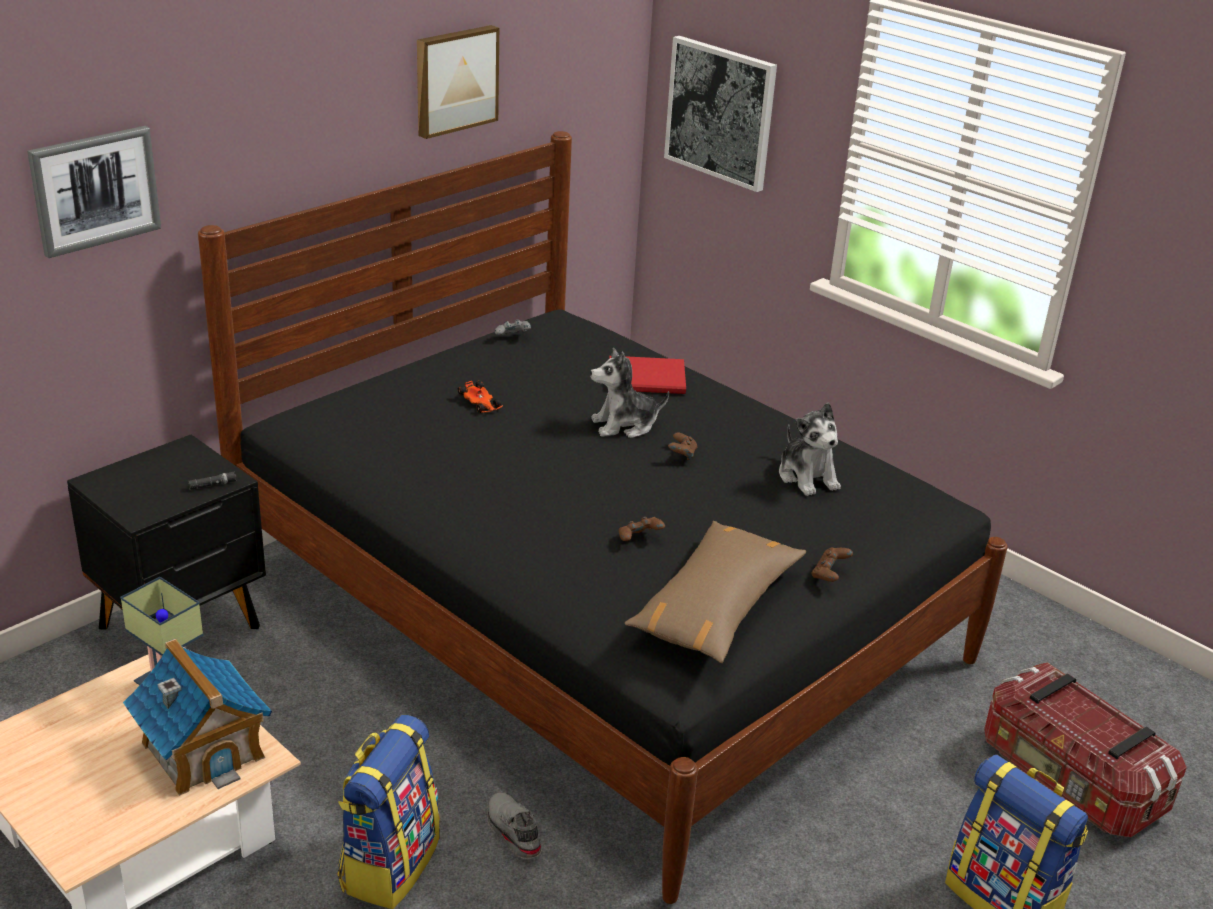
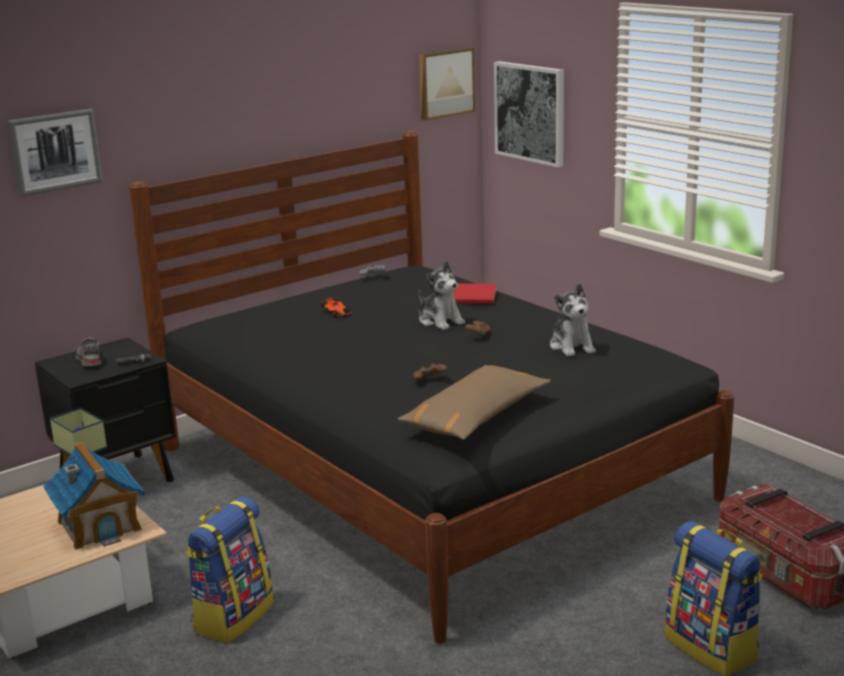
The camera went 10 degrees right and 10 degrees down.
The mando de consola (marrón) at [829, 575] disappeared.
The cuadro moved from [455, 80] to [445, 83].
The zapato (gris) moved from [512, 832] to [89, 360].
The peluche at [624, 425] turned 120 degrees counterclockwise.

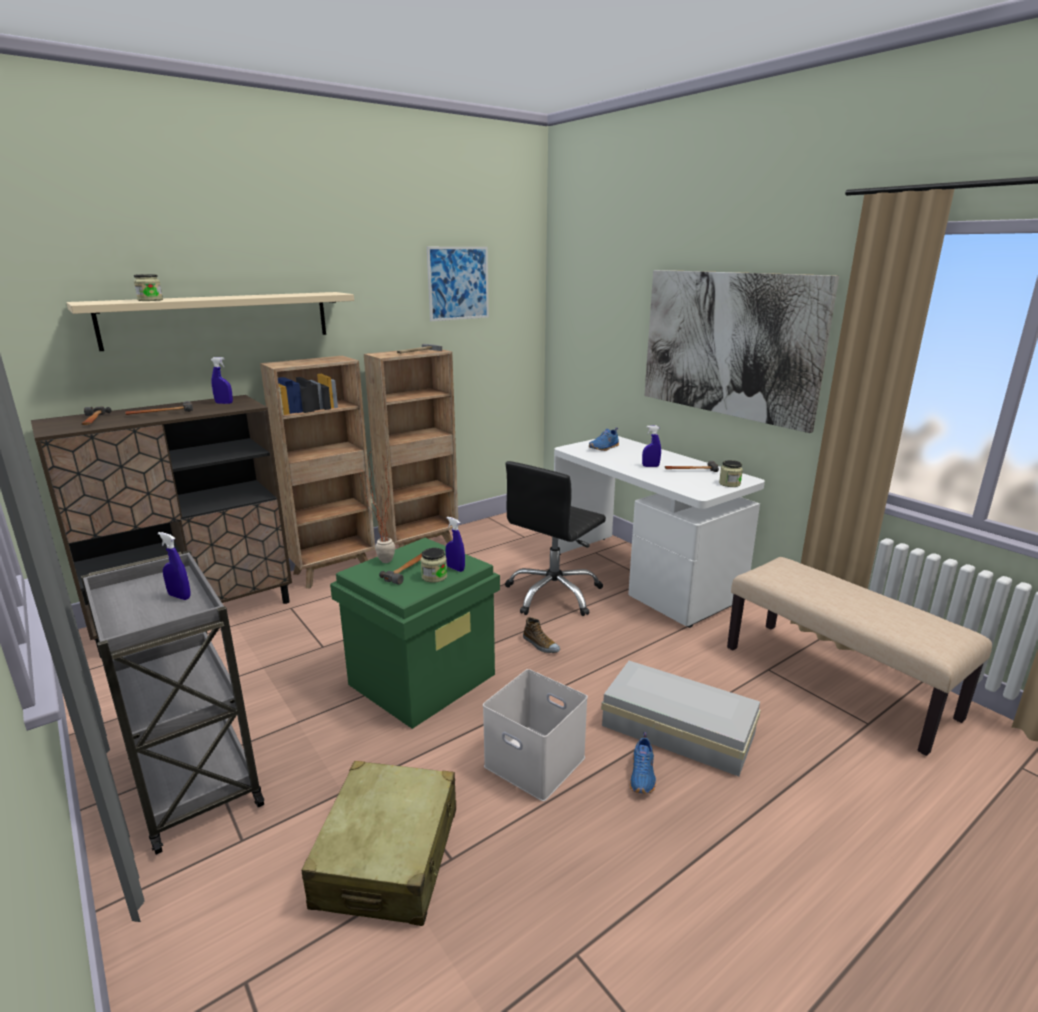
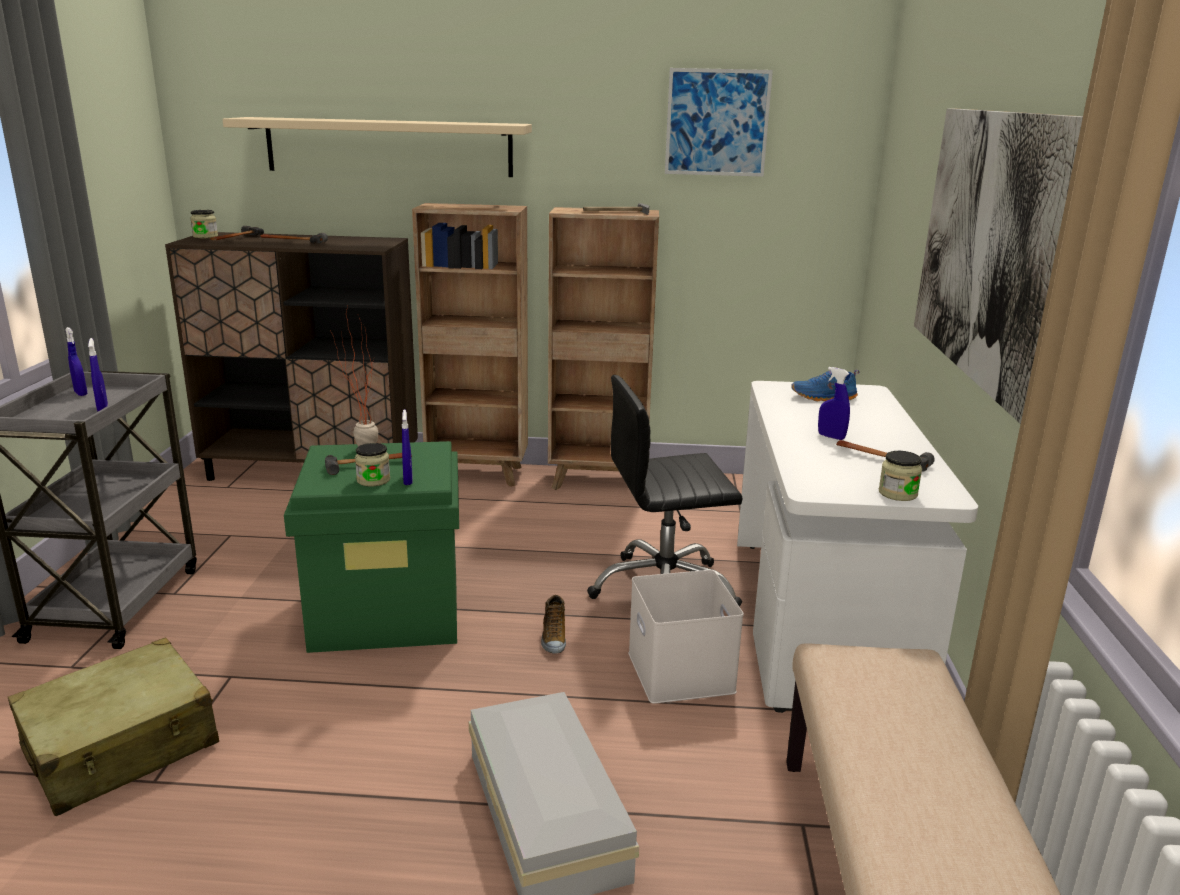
The camera went 40 degrees right and 0 degrees up.
The zapato (azul) at [643, 775] disappeared.
The tarro moved from [150, 300] to [205, 236].
The pulverizador (azul) moved from [224, 403] to [81, 393].
The caja de almacenaje (blanco) moved from [532, 762] to [678, 671].

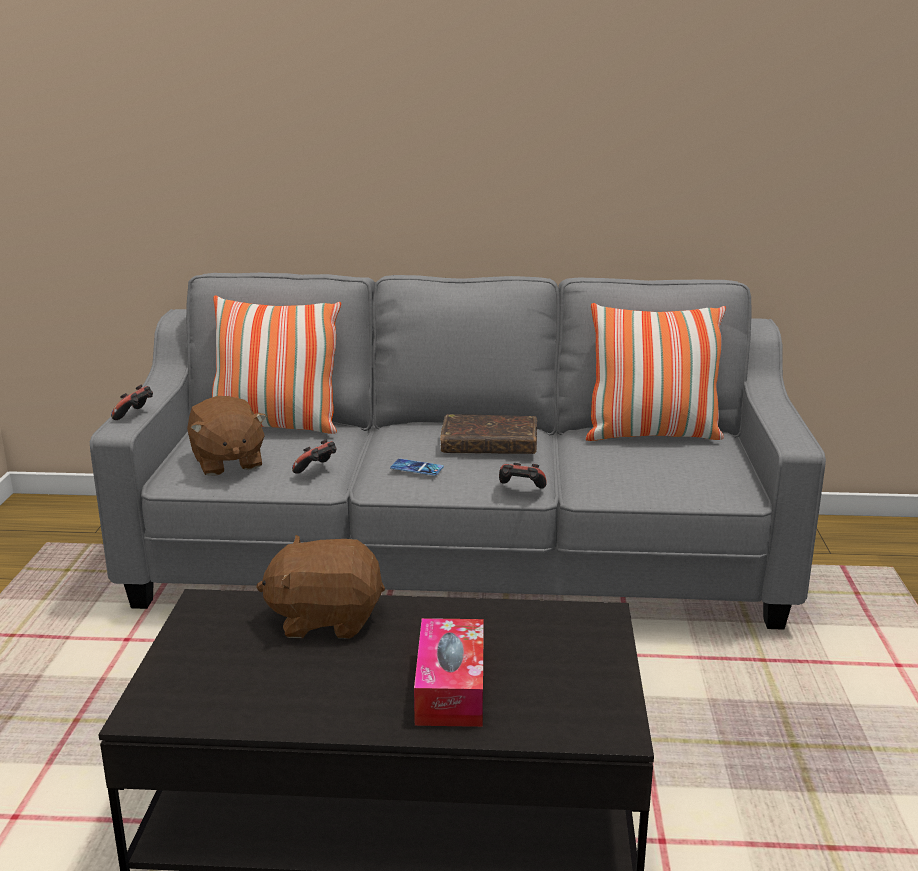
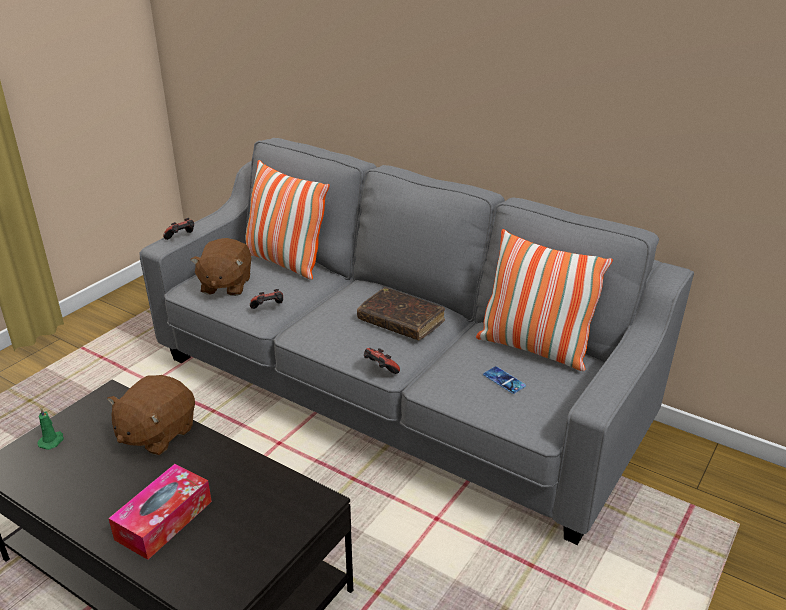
The camera went 30 degrees right and 10 degrees up.
The vela (verde) at [52, 441] appeared.
The móvil moved from [417, 468] to [504, 380].
The peluche (marrón) at [325, 619] turned 90 degrees counterclockwise.

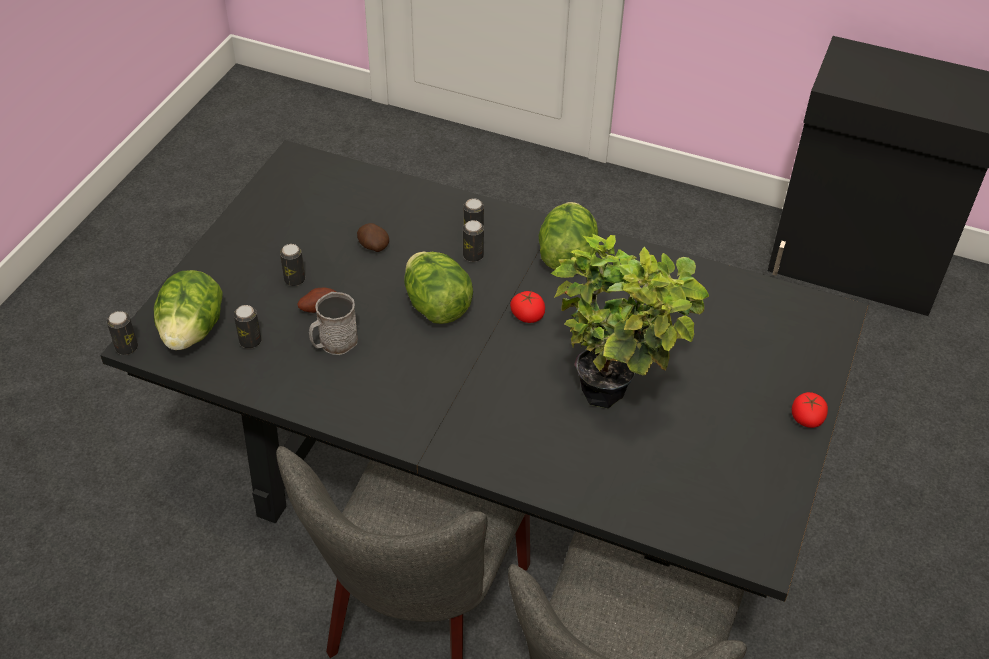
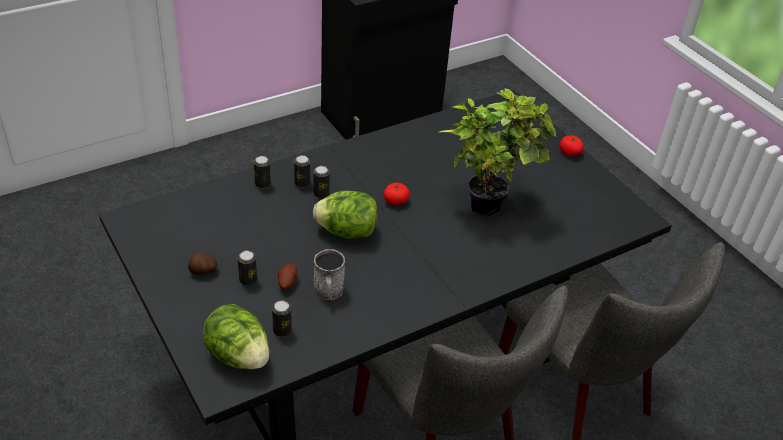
The camera went 55 degrees left and 5 degrees down.
The lechuga at [566, 257] disappeared.
The lata moved from [127, 348] to [262, 184].
The patata moved from [373, 246] to [203, 271].

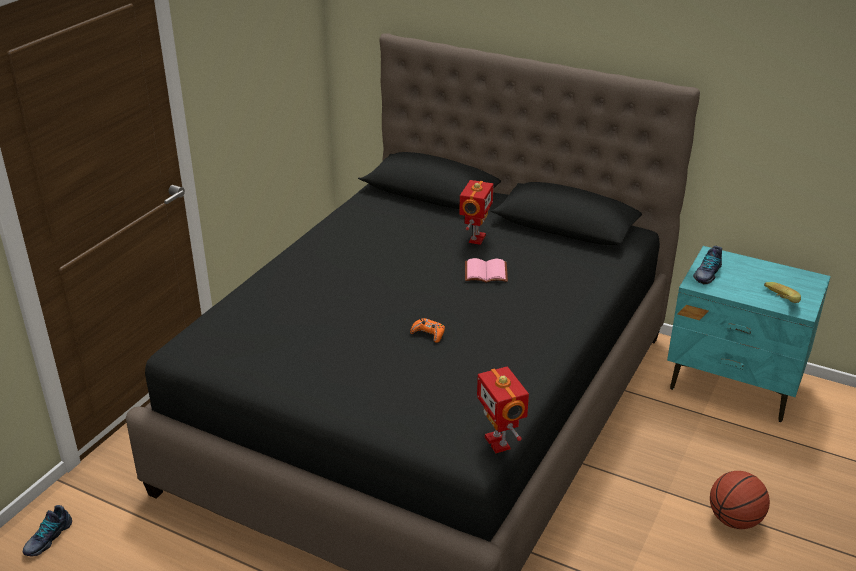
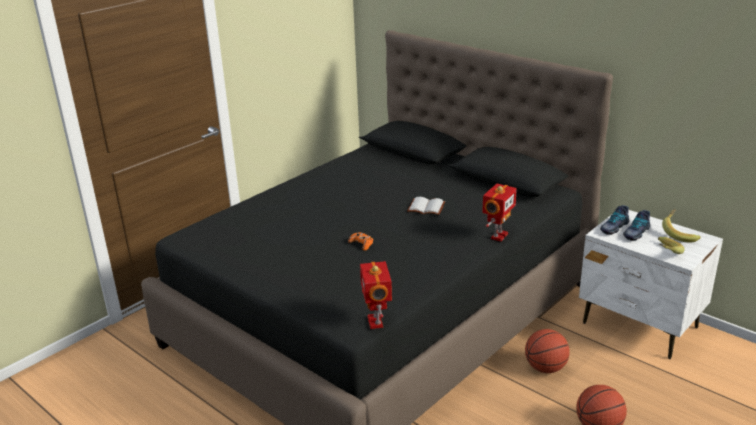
The camera went 15 degrees right and 5 degrees down.
The balón de baloncesto at [545, 368] appeared.
The plátano at [679, 234] appeared.
The zapato moved from [47, 538] to [636, 232].
The robot de juguete moved from [475, 238] to [498, 236].
The libro (rosa) at [485, 273] became the libro (blanco) at [425, 208].
The mesita de noche (turquesa) at [734, 384] became the mesita de noche (blanco) at [640, 325].

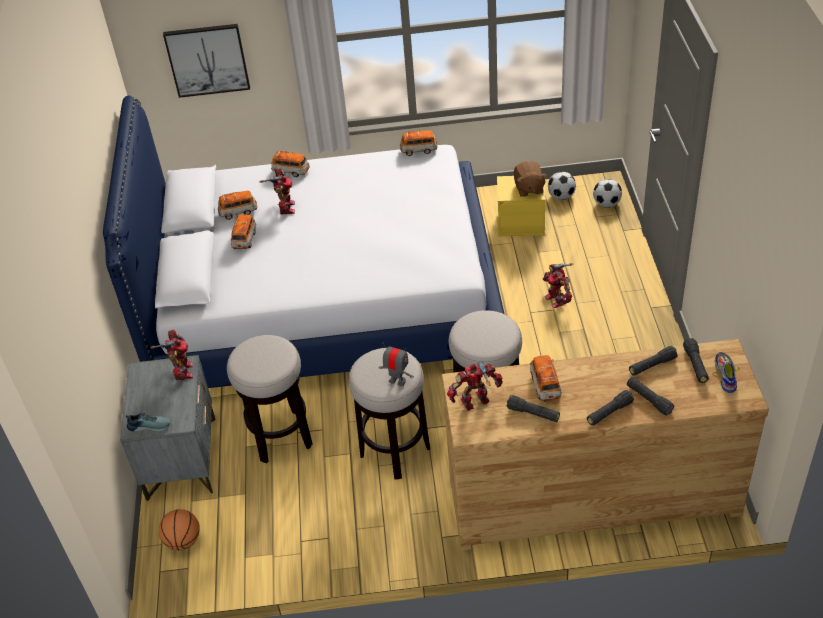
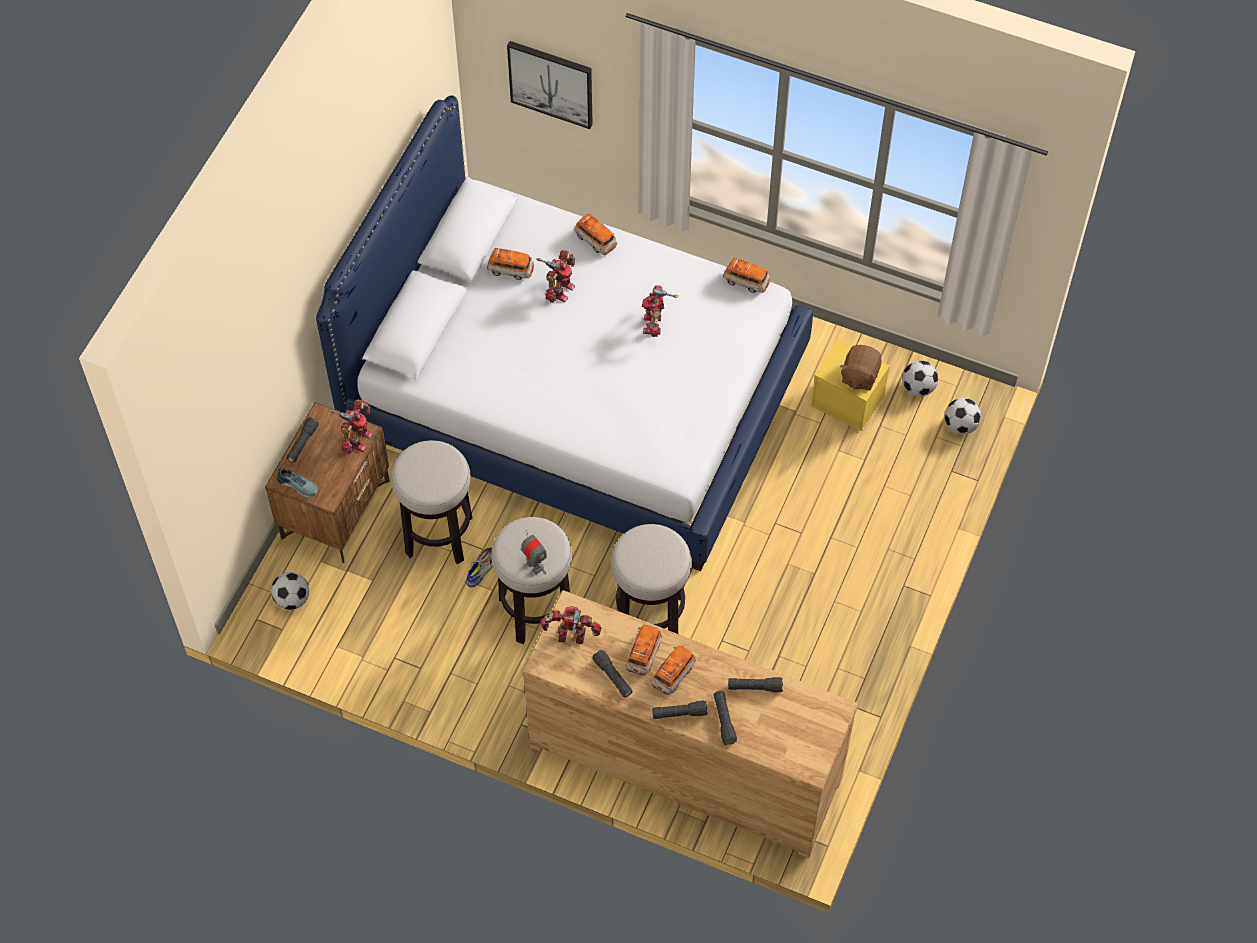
The camera went 25 degrees right and 15 degrees up.
The coche de juguete moved from [244, 239] to [673, 674].
The robot de juguete moved from [557, 299] to [654, 324].
The linterna (negro) moved from [695, 365] to [302, 443].
The zapato moved from [725, 374] to [481, 568].
The balón de baloncesto at [183, 541] was replaced by the balón de fútbol at [292, 599].
The mesita de noche (gris) at [181, 458] became the mesita de noche (marrón) at [335, 509].

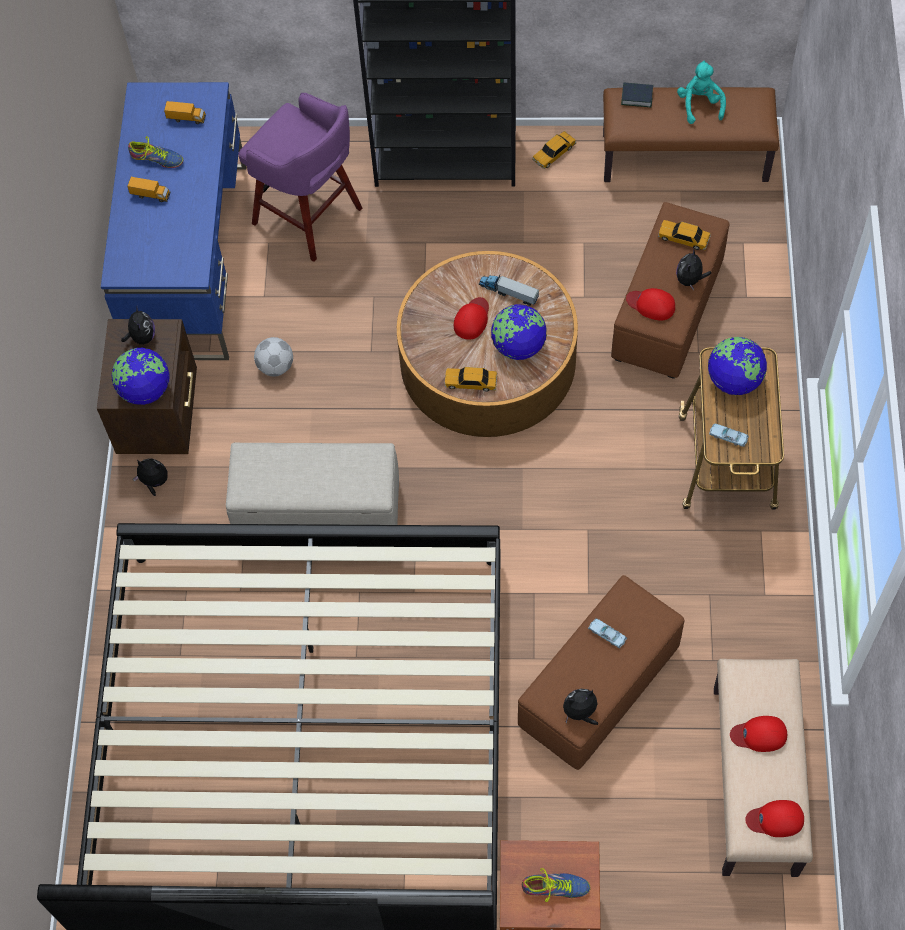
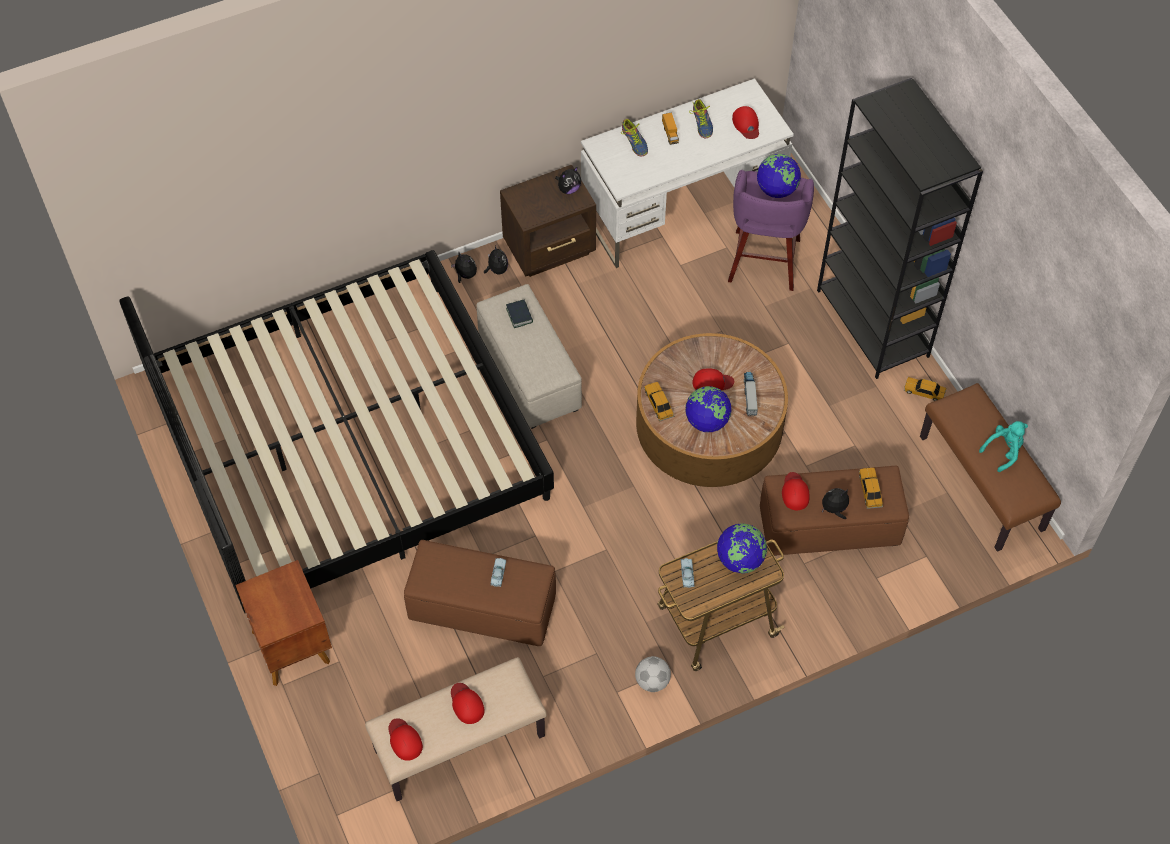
The camera went 60 degrees right and 5 degrees down.
The globo terráqueo moved from [145, 390] to [776, 189].
The balón de fútbol moved from [275, 366] to [652, 681].
The zapato moved from [555, 887] to [634, 142].
The peluche moved from [580, 712] to [465, 275].
The libro moved from [636, 97] to [519, 315].
The camión de juguete at [186, 118] was replaced by the gorra (rojo) at [746, 124].
The escritorio (azul) at [189, 259] became the escritorio (blanco) at [683, 208].

